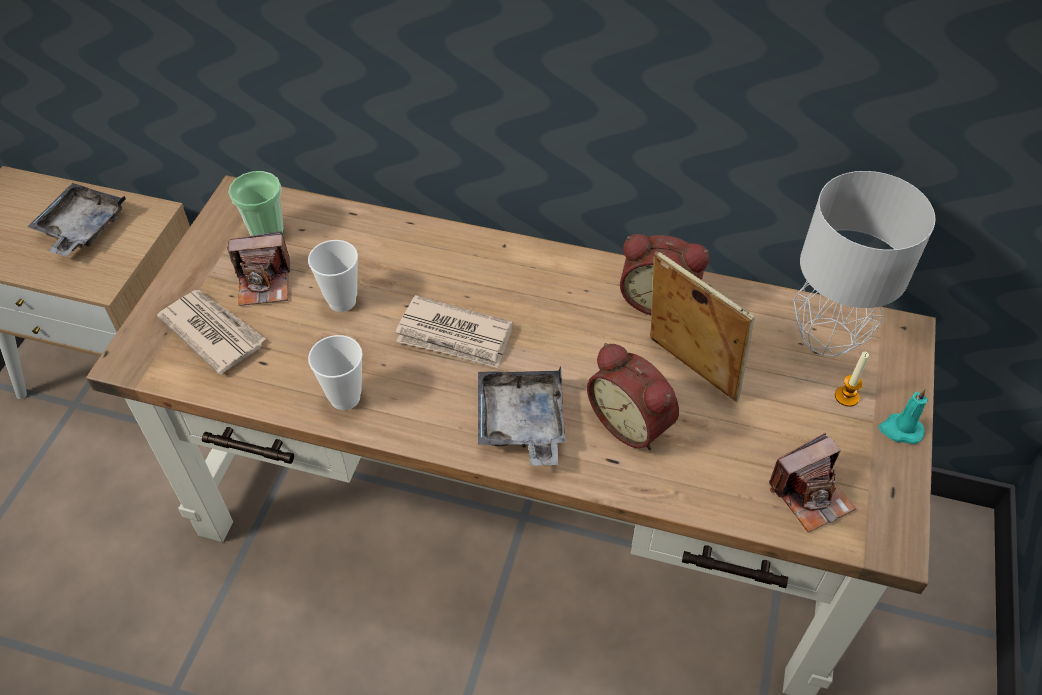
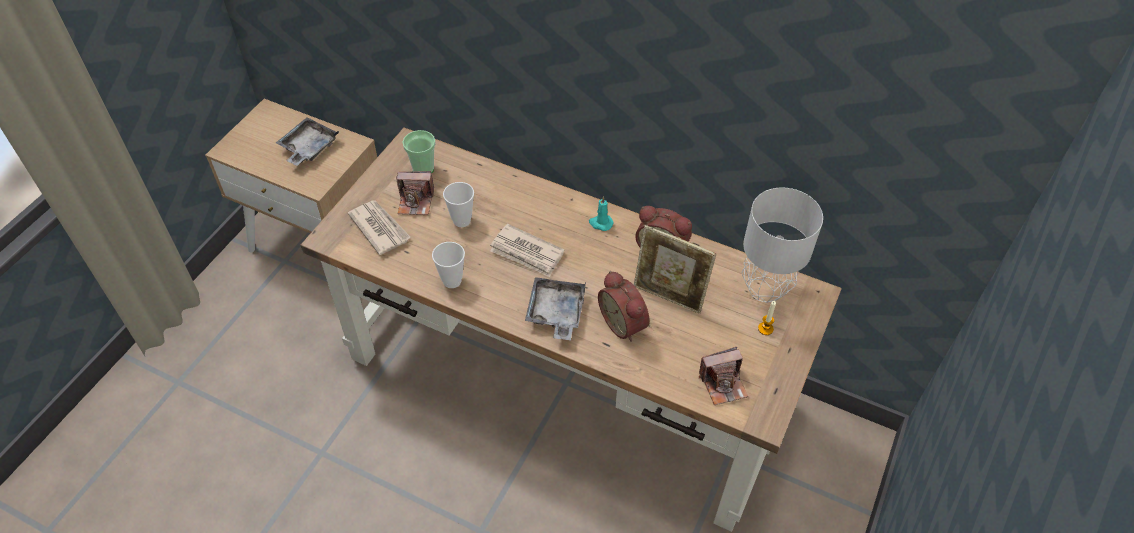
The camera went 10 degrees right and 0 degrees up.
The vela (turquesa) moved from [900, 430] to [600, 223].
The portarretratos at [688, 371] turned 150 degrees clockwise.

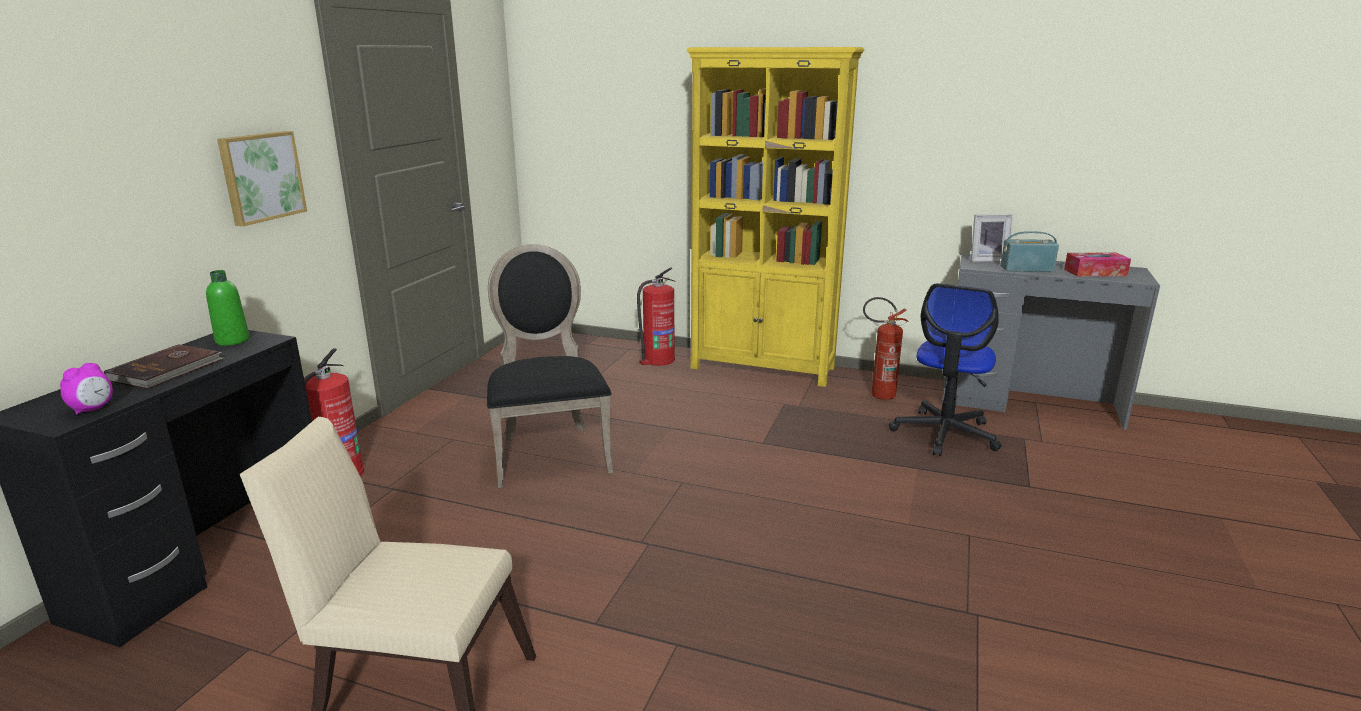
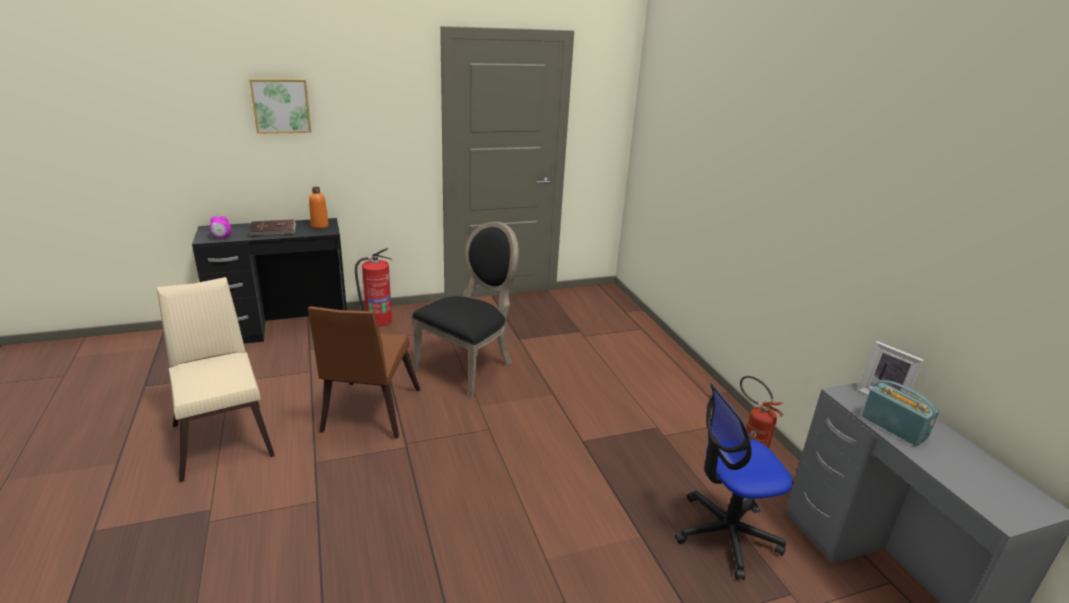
The camera went 50 degrees right and 5 degrees up.
The extintor at [658, 360] disappeared.
The estantería (amarillo) at [763, 368] disappeared.
The caja de pañuelos at [1095, 272] disappeared.
The silla (marrón) at [368, 414] appeared.
The cuadro moved from [261, 177] to [281, 105].
The botella (verde) at [232, 340] became the botella (naranja) at [319, 225].

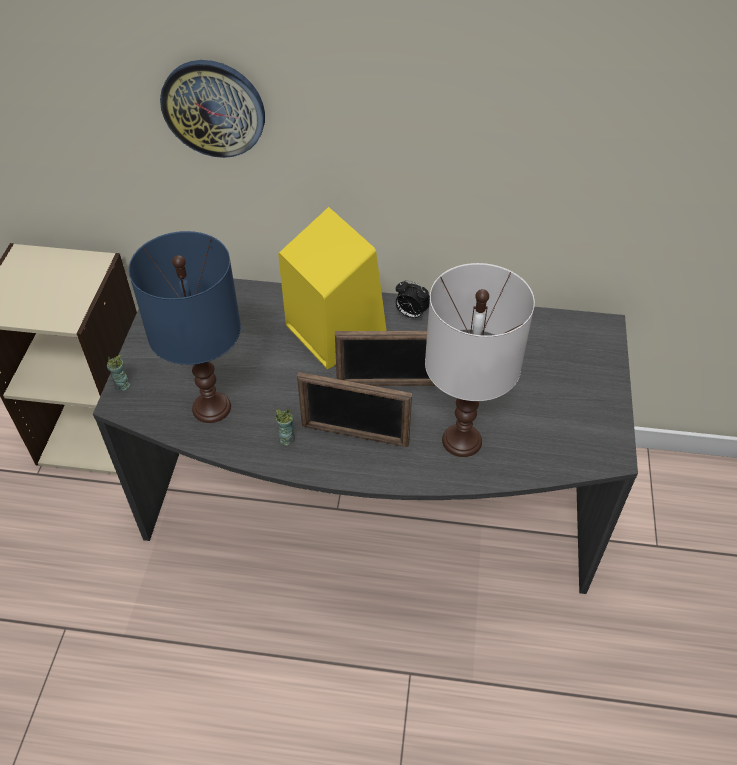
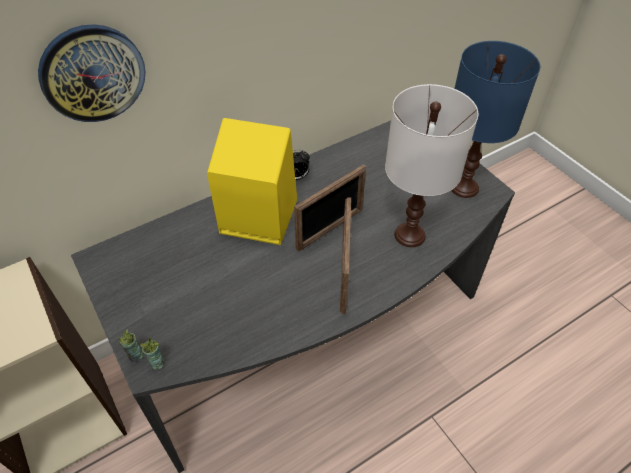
The camera went 40 degrees left and 0 degrees up.
The lámpara de mesa (azul) moved from [210, 407] to [464, 187].
The taza moved from [287, 439] to [157, 363].
The portarretratos at [354, 435] turned 120 degrees clockwise.

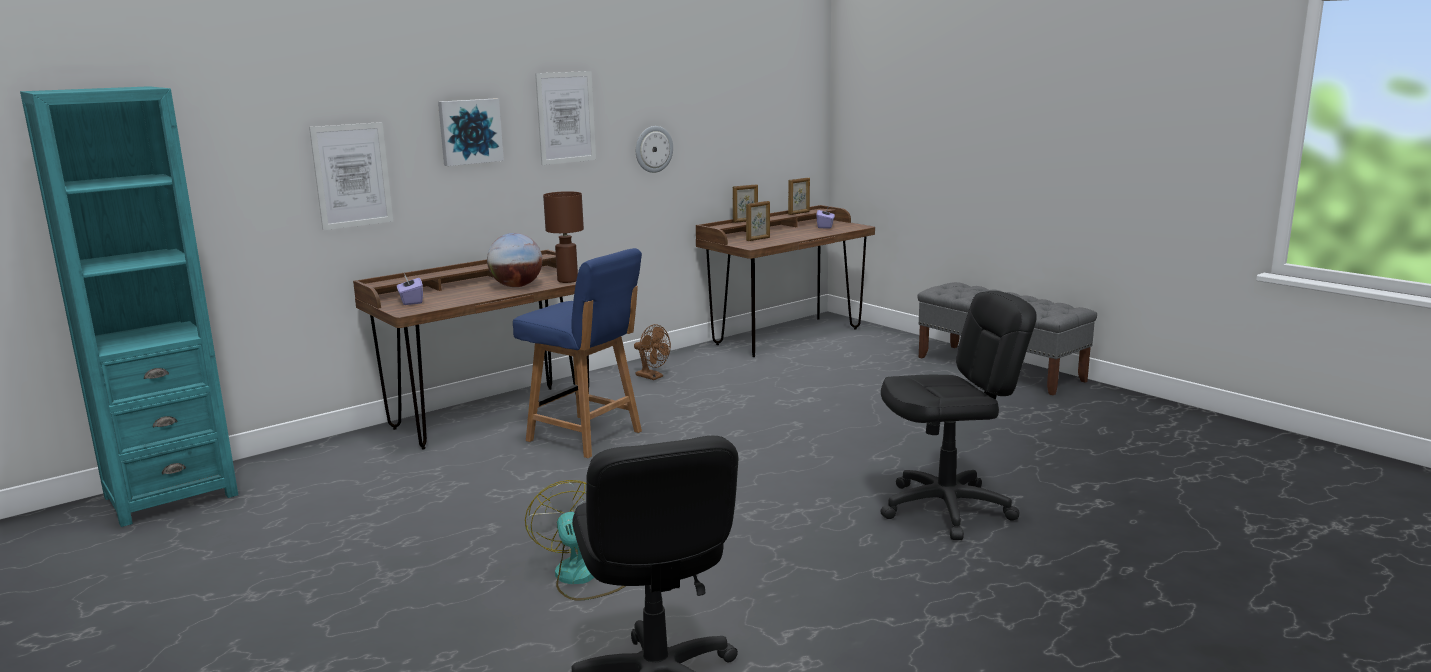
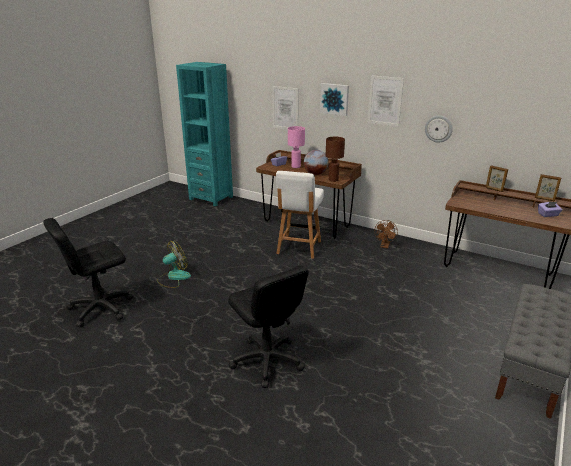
The camera went 70 degrees right and 10 degrees up.
The portarretratos at [758, 239] disappeared.
The lámpara de mesa (rosa) at [295, 167] appeared.
The silla (azul) at [586, 437] became the silla (blanco) at [298, 248].

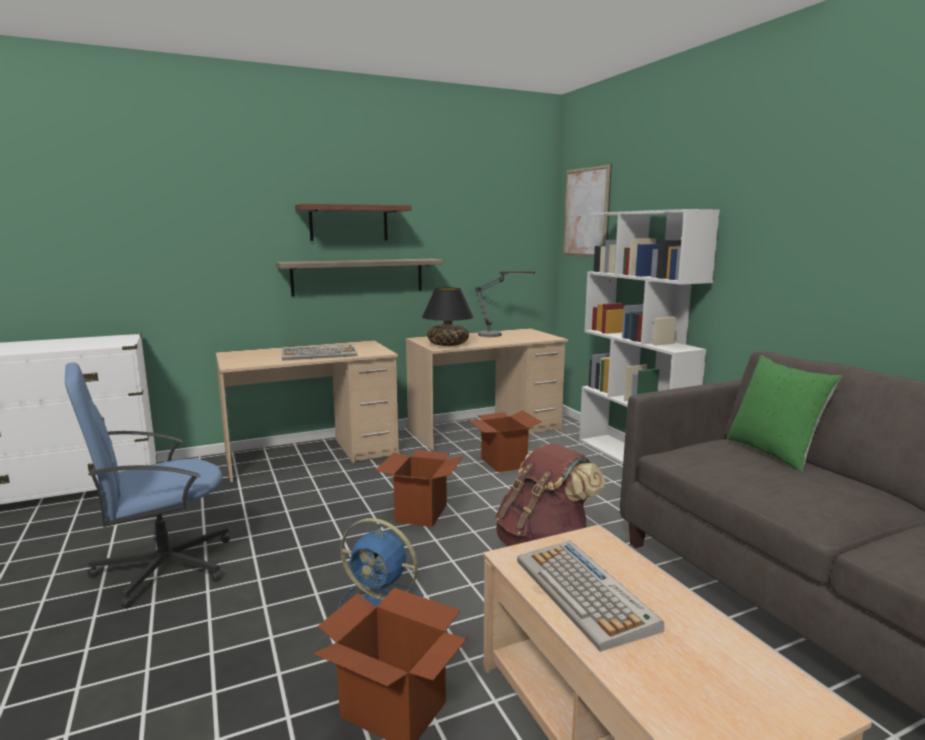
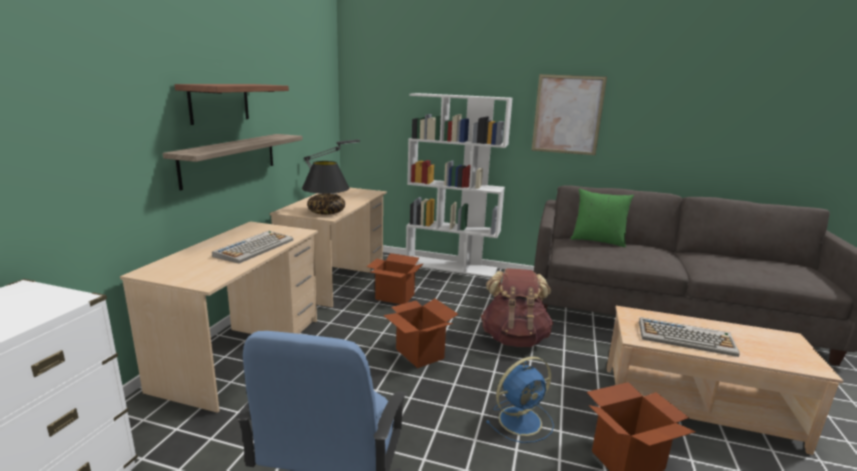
The camera went 50 degrees left and 5 degrees up.
The cuadro moved from [586, 212] to [567, 115].

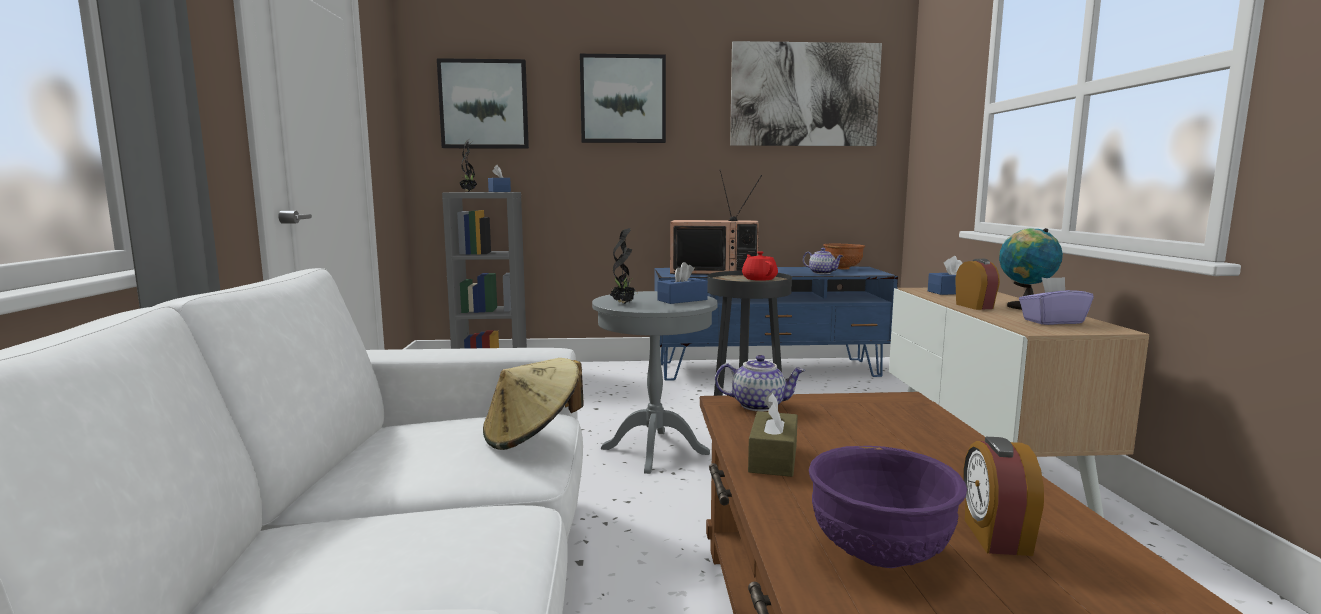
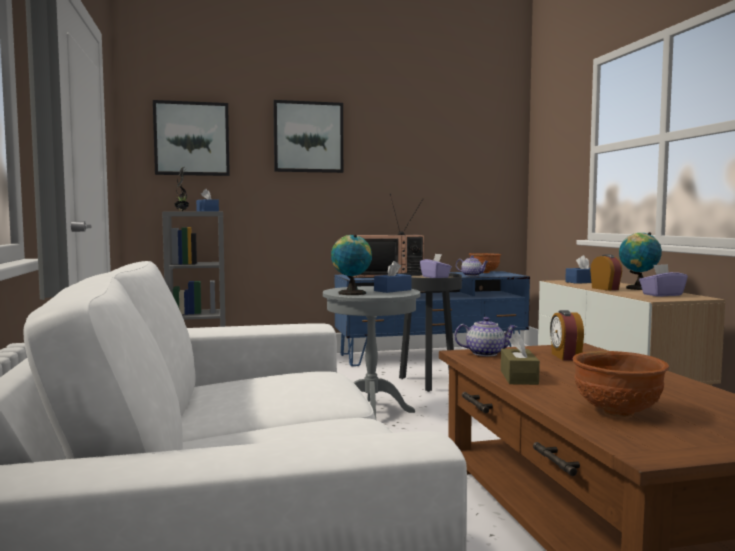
The camera went 10 degrees left and 5 degrees down.
The sombrero (beis) at [533, 435] disappeared.
The cuadro at [804, 95] disappeared.
The despertador moved from [995, 537] to [565, 356].
The planta en maceta at [624, 303] was replaced by the globo terráqueo at [351, 293].
The tetera (rojo) at [759, 279] was replaced by the caja de pañuelos (morado) at [435, 277].
The cuenco (morado) at [879, 556] became the cuenco (marrón) at [617, 412].

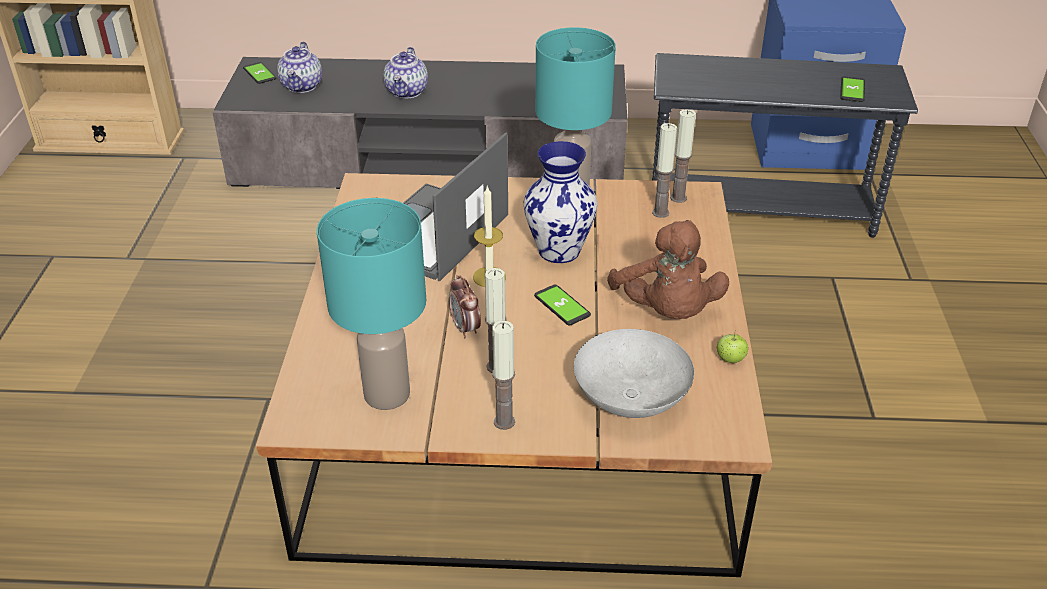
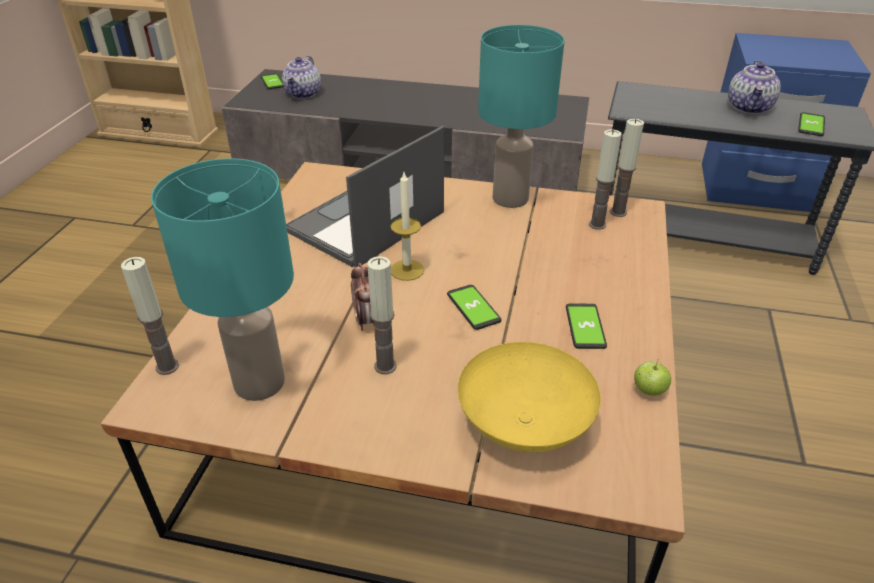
The camera went 10 degrees right and 0 degrees up.
The florero at [560, 250] disappeared.
The tetera moved from [407, 92] to [749, 108].
The vela moved from [504, 422] to [167, 366].
The peluche (marrón) at [666, 312] was replaced by the móvil at [585, 327].
The cuenco (gris) at [629, 401] became the cuenco (amarillo) at [522, 426].

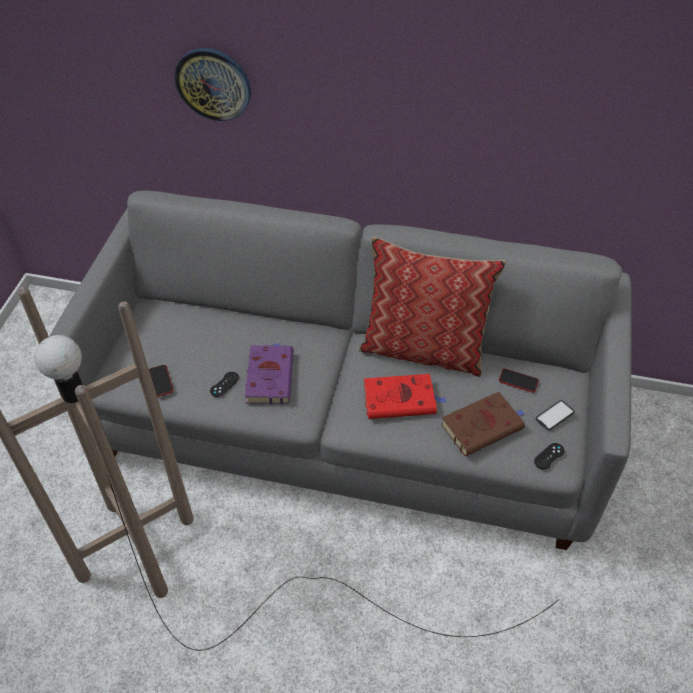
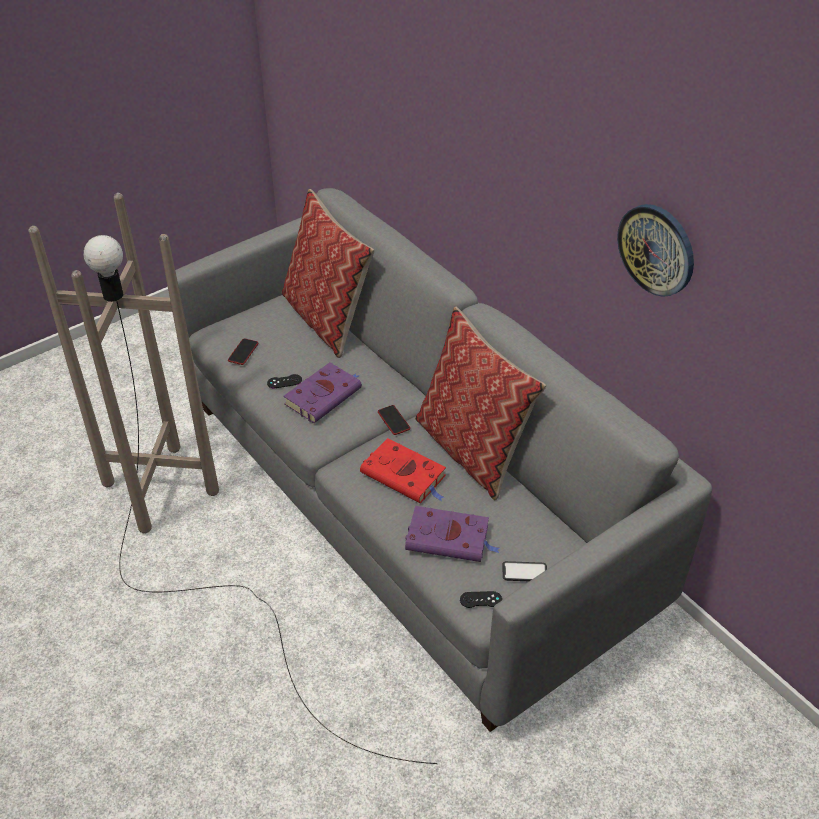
The camera went 40 degrees right and 5 degrees down.
The cojín at [327, 318] appeared.
The reloj de pared moved from [213, 84] to [657, 249].
The móvil moved from [518, 381] to [393, 420].
The libro (marrón) at [483, 426] became the libro (morado) at [450, 538].

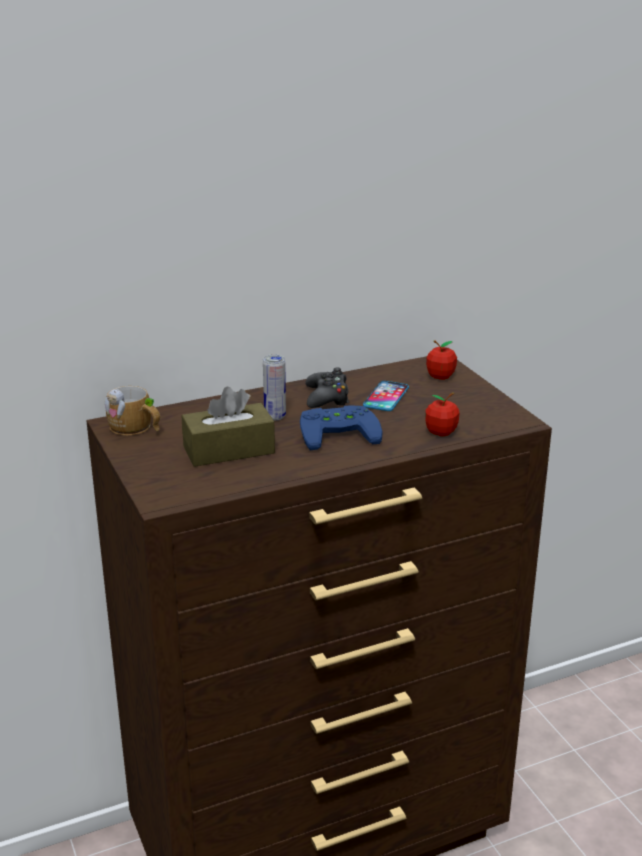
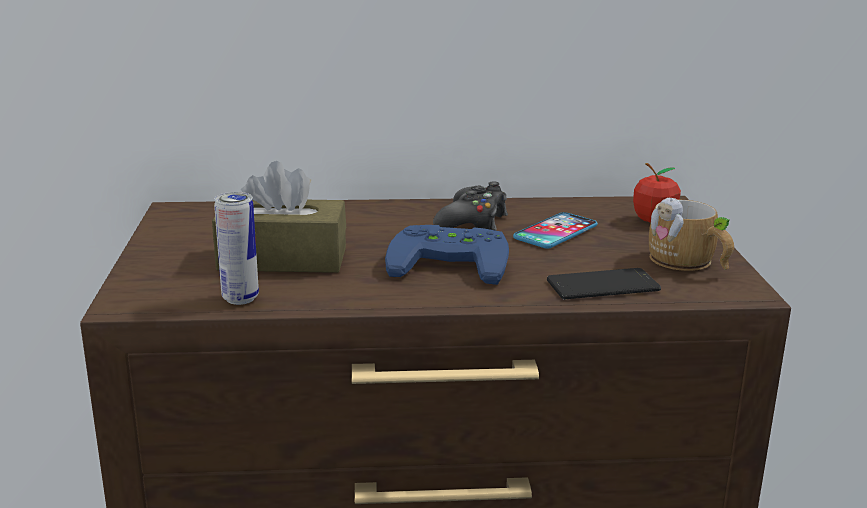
The camera went 20 degrees right and 5 degrees down.
The taza grande moved from [135, 429] to [689, 264].
The lata moved from [275, 416] to [240, 298].
The manzana at [441, 433] was replaced by the móvil at [603, 286].

